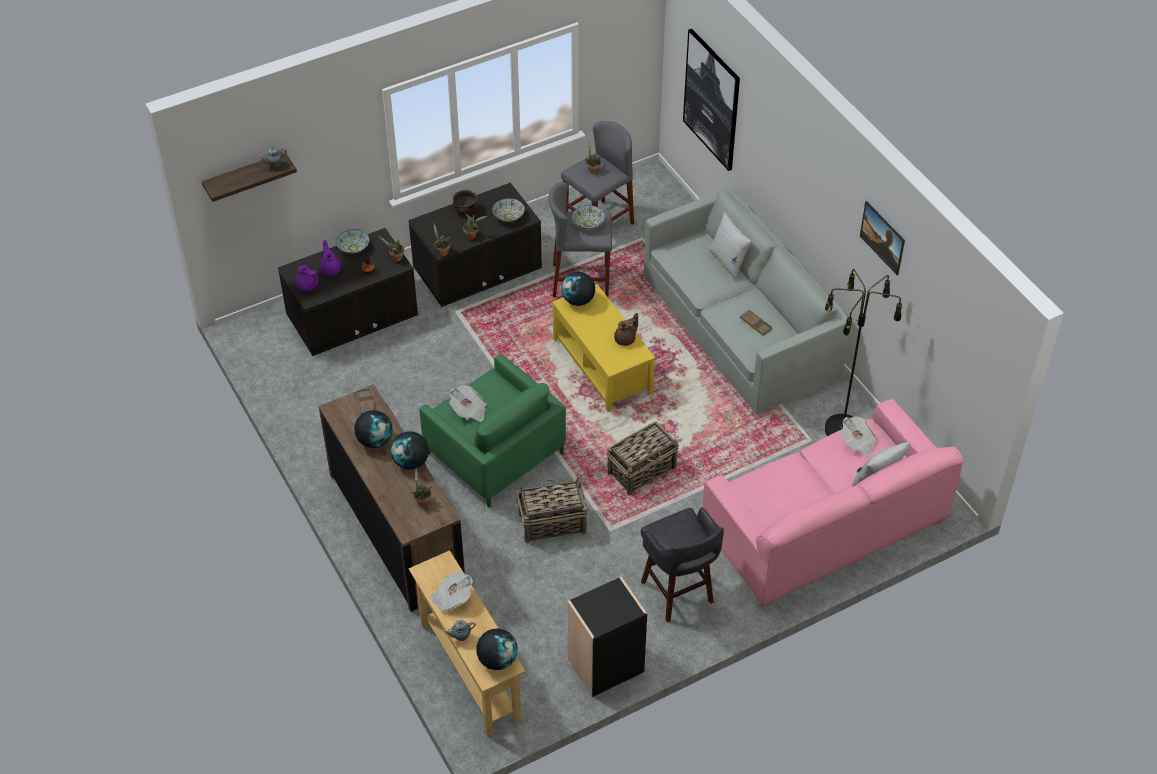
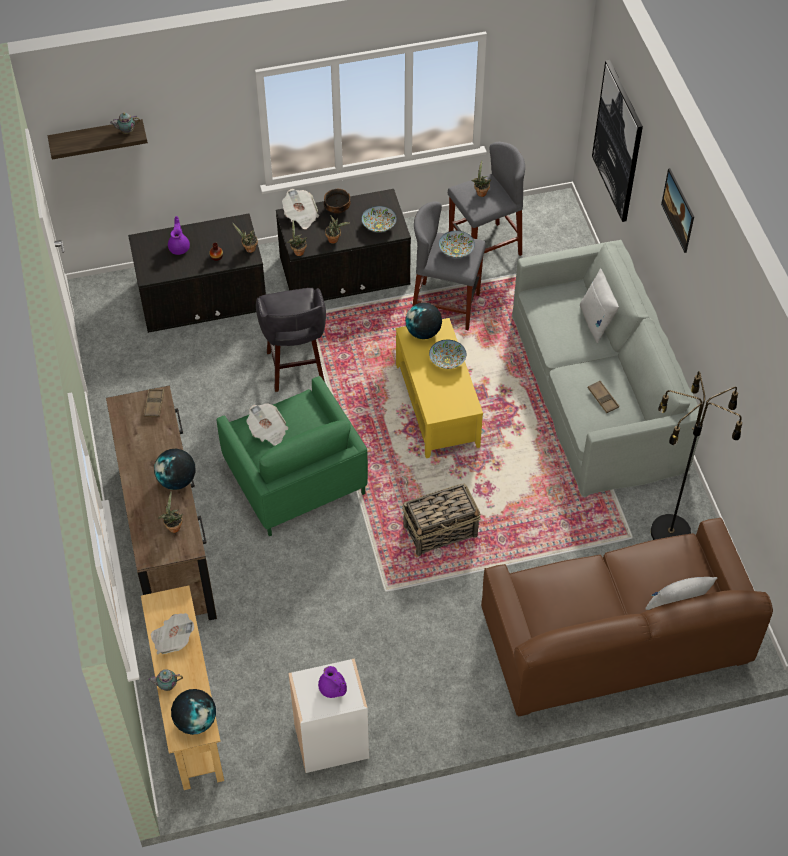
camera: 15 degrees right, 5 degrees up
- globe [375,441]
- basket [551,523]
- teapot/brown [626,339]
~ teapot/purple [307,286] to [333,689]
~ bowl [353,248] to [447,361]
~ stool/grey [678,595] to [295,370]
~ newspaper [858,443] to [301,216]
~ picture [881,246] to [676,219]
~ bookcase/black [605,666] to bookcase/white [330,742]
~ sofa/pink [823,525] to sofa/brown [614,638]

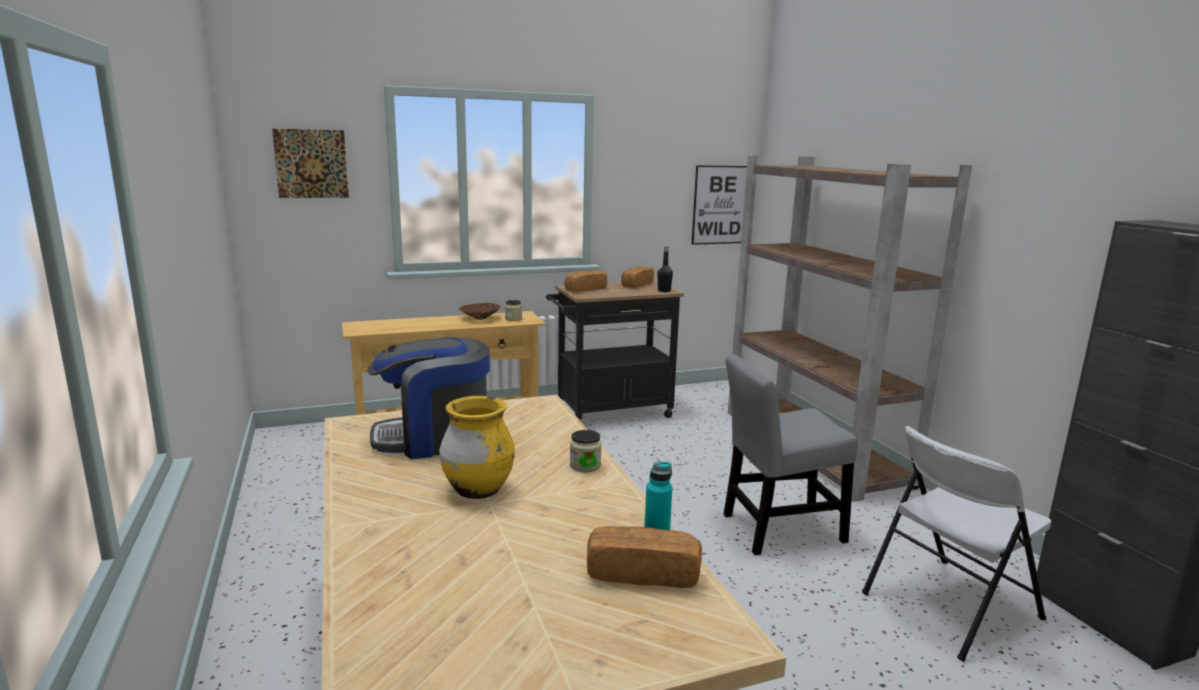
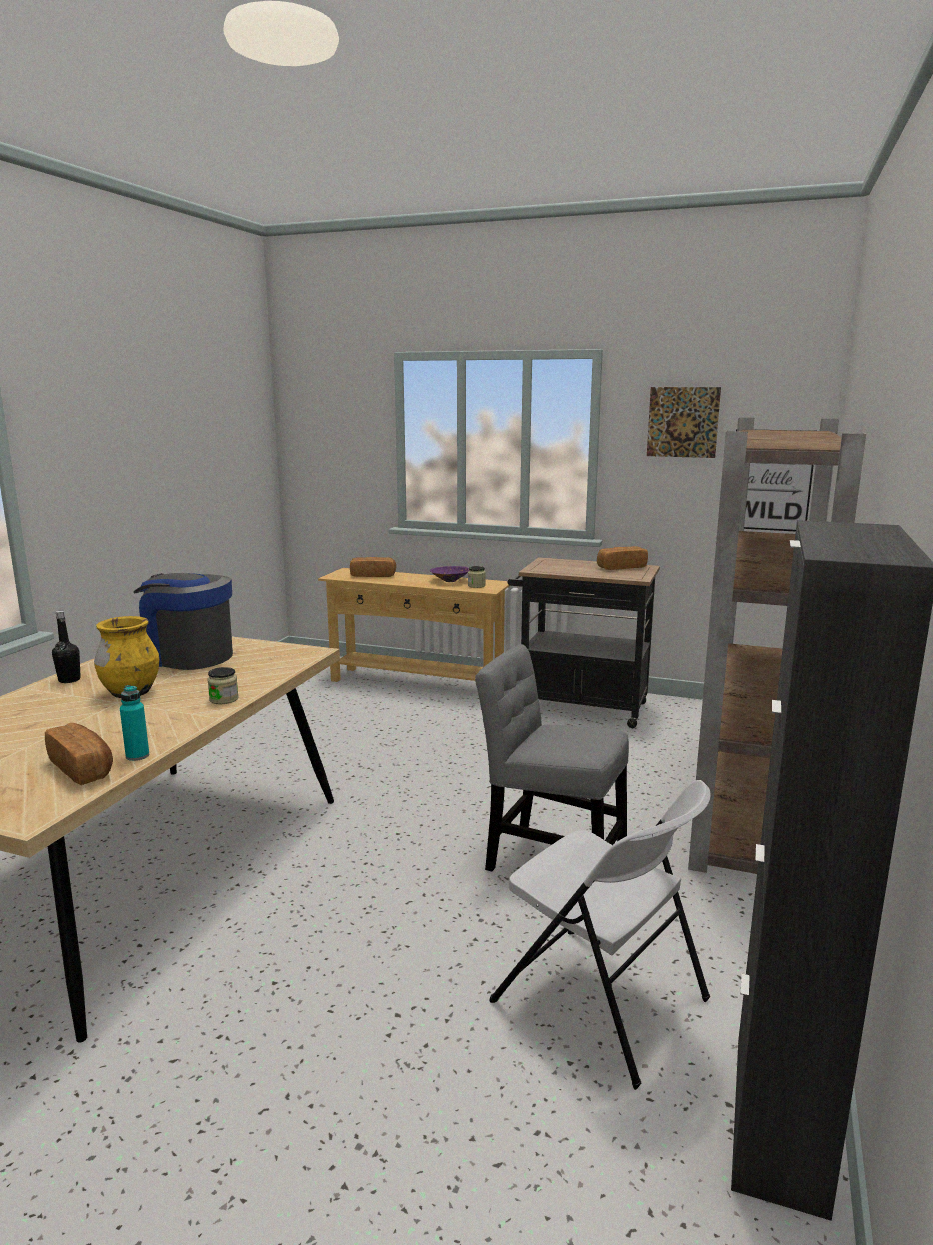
camera: 40 degrees right, 0 degrees up
~ picture [311,164] to [683,422]
~ bread [585,289] to [373,575]
~ bottle/black [664,291] to [69,680]
~ bowl/brown [479,318] to bowl/purple [449,581]
~ chair/white [950,605] = [599,1000] 150 degrees counterclockwise

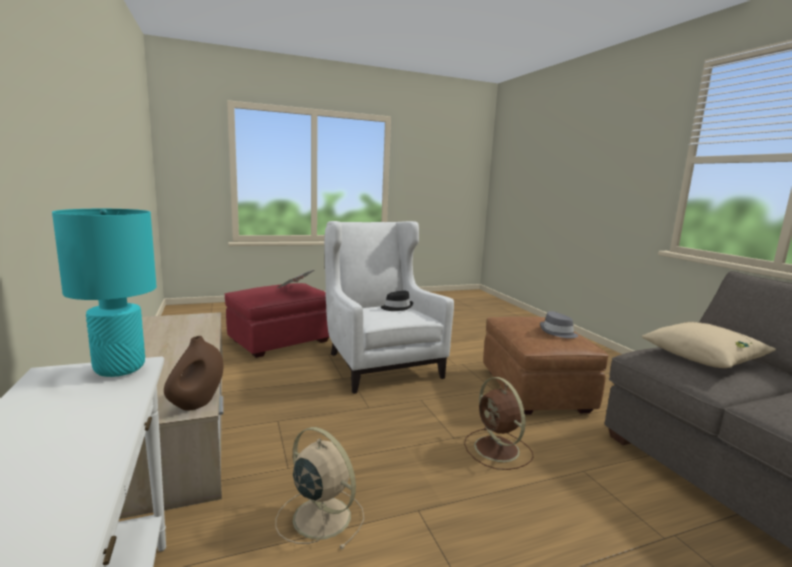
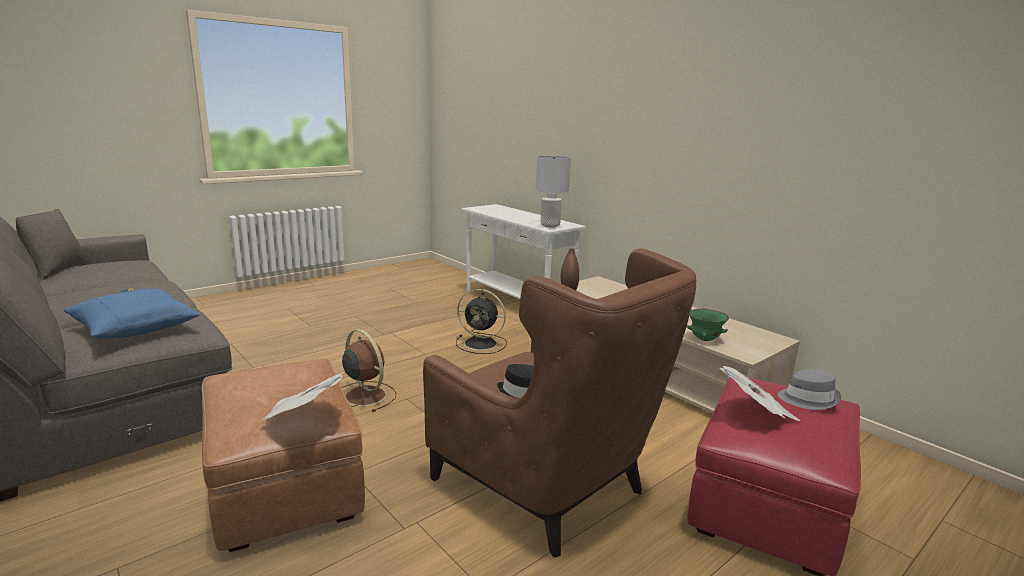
camera: 160 degrees right, 5 degrees up
+ newspaper [304,415]
+ bowl/green [705,339]
~ hat/grey [557,332] to [808,398]
~ table lamp/turquoise [121,371] to table lamp/grey [550,227]
~ fan/beige [320,516] to fan/black [482,344]
~ armchair/white [379,364] to armchair/brown [547,488]
~ pillow/beige [702,358] to pillow/blue [135,329]

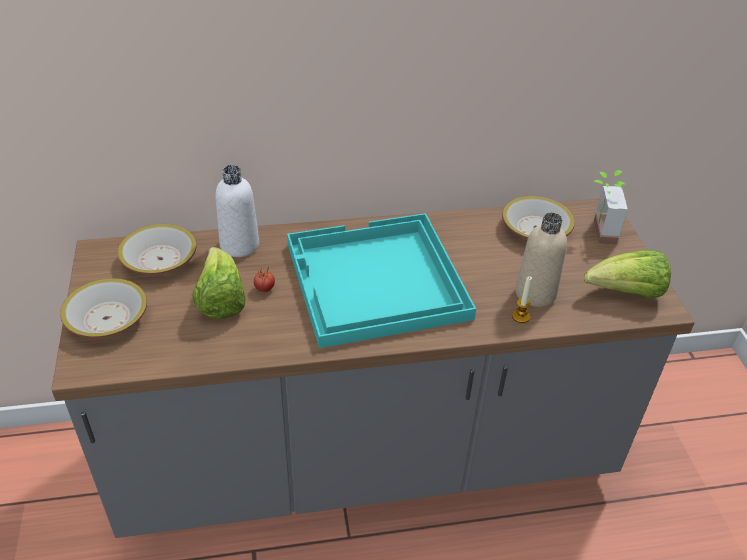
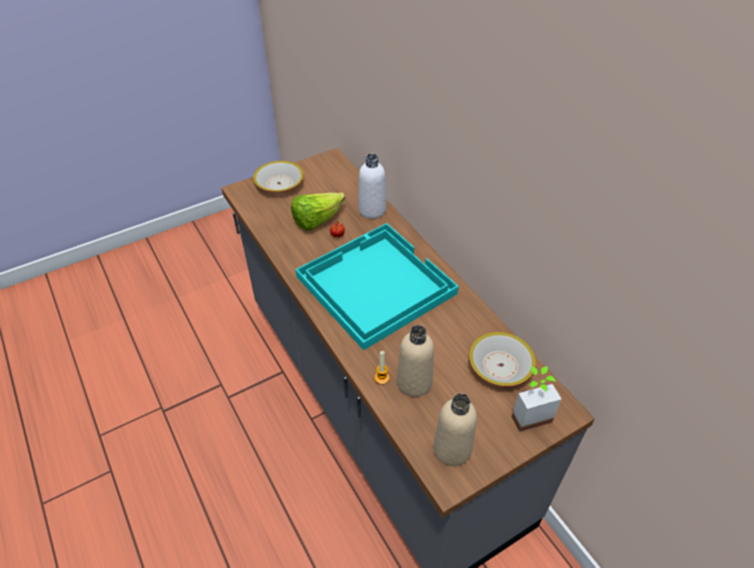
camera: 70 degrees right, 5 degrees up
- bowl [160,259]
~ lettuce [626,293] to bottle/beige [452,449]

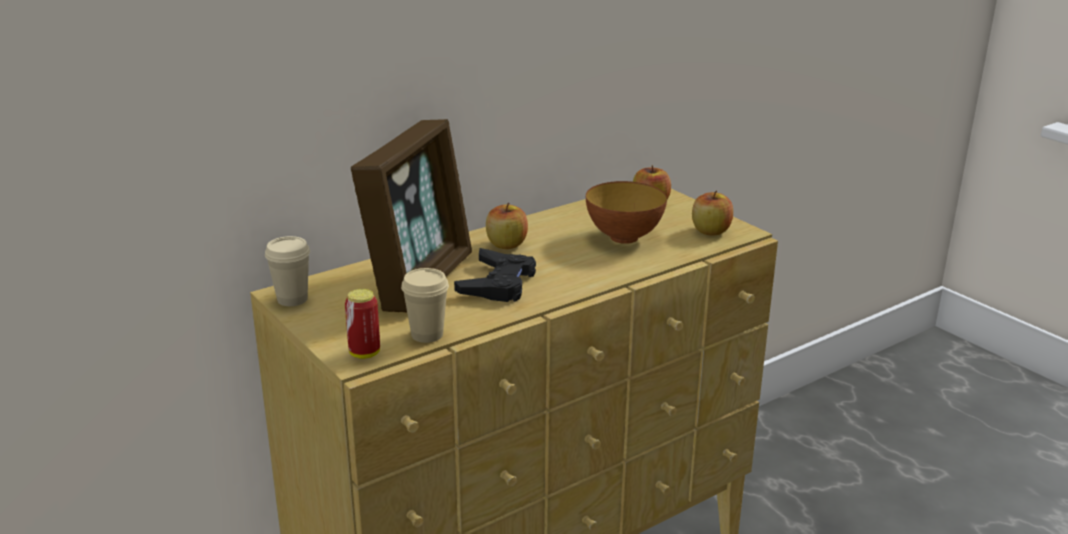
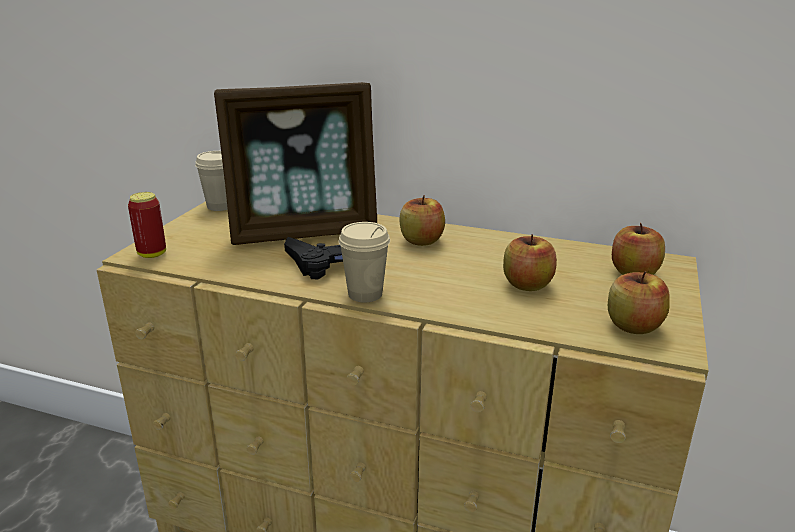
camera: 55 degrees right, 0 degrees up
~ cup/beige [427,335] to [365,294]
~ bowl [624,237] to apple [527,285]

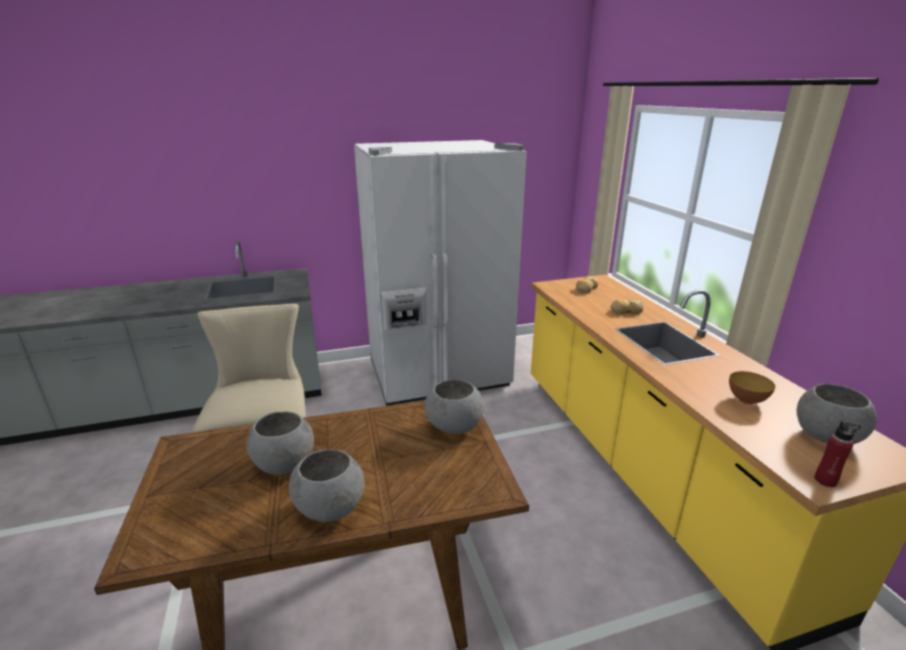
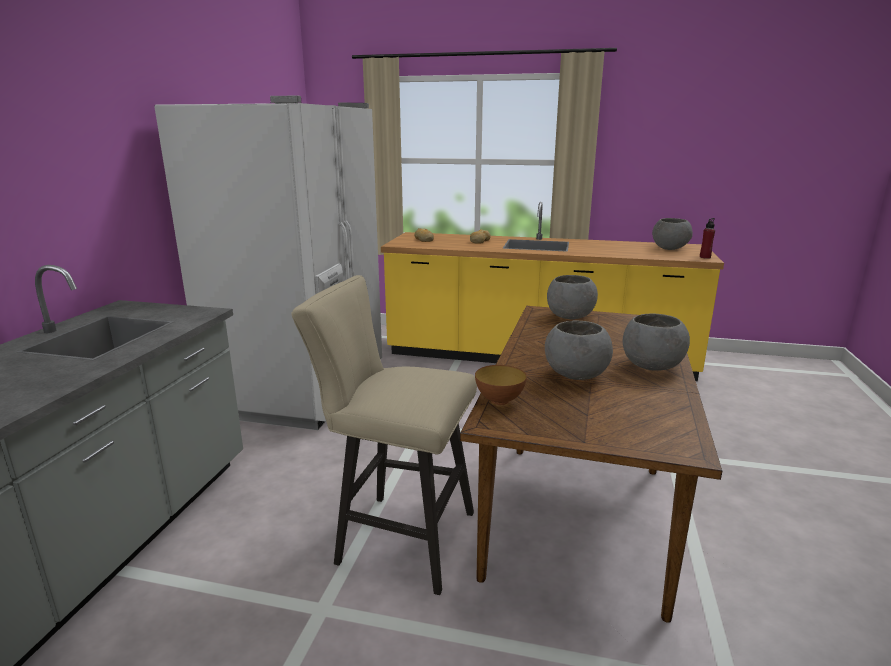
camera: 60 degrees left, 5 degrees down
~ bowl [746,400] to [499,401]

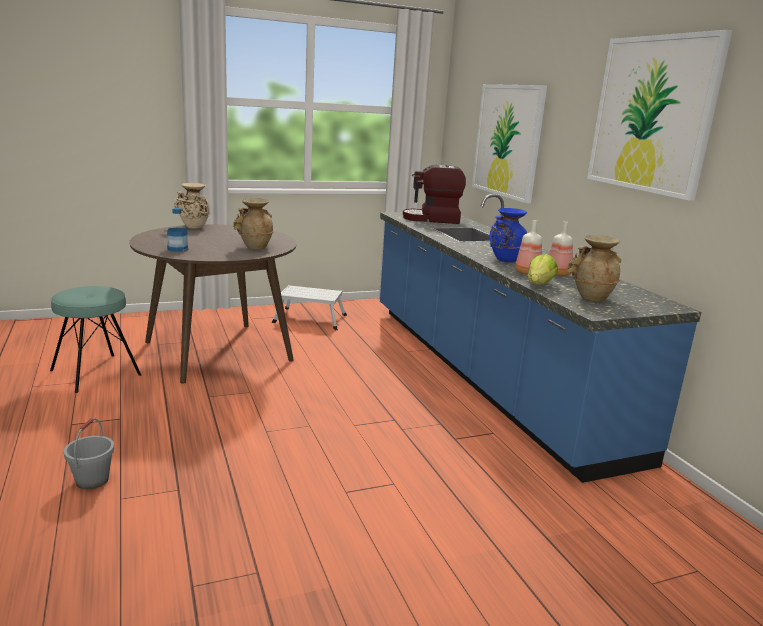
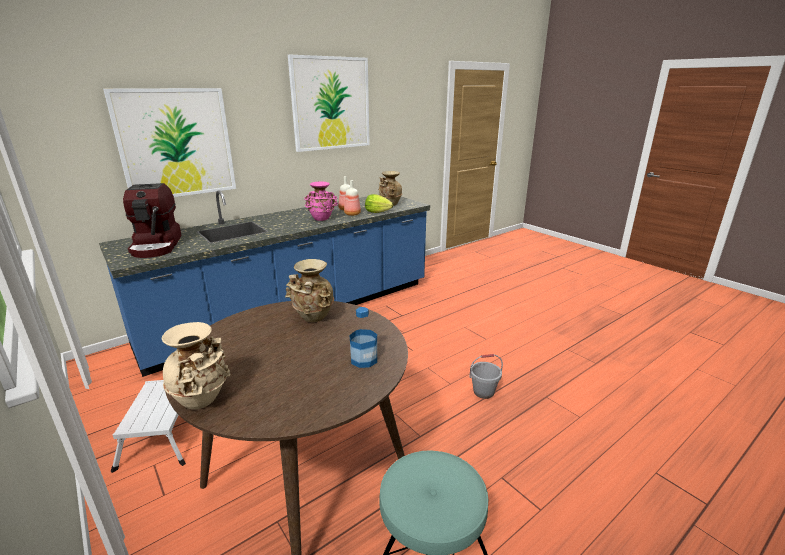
camera: 105 degrees left, 5 degrees up
~ bucket/grey [92,480] to [483,392]
~ vase/blue [504,260] to vase/pink [322,219]

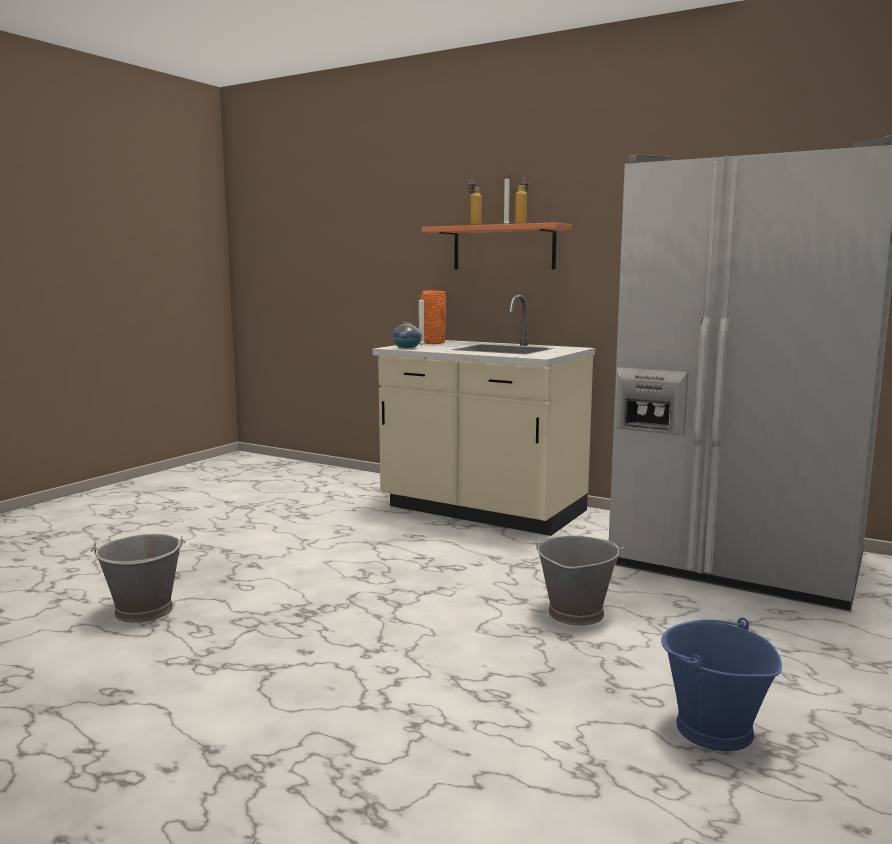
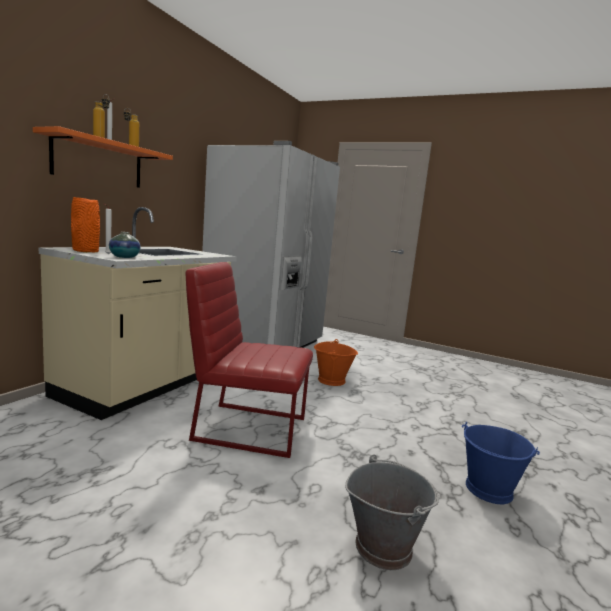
camera: 95 degrees left, 0 degrees up
+ chair/red [247,427]
~ bucket/blue [713,729] to [489,490]
~ bucket/grey [575,613] to bucket/orange [331,380]

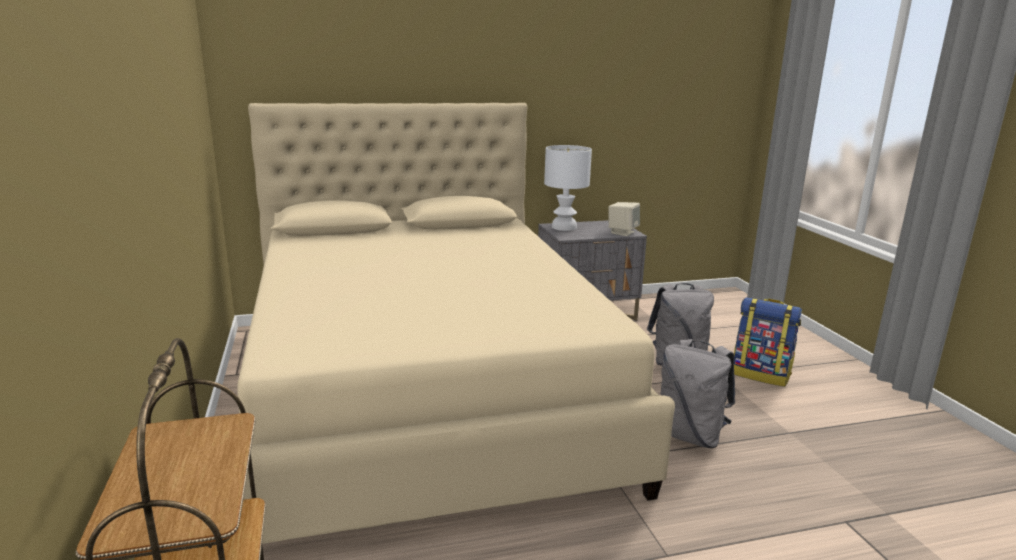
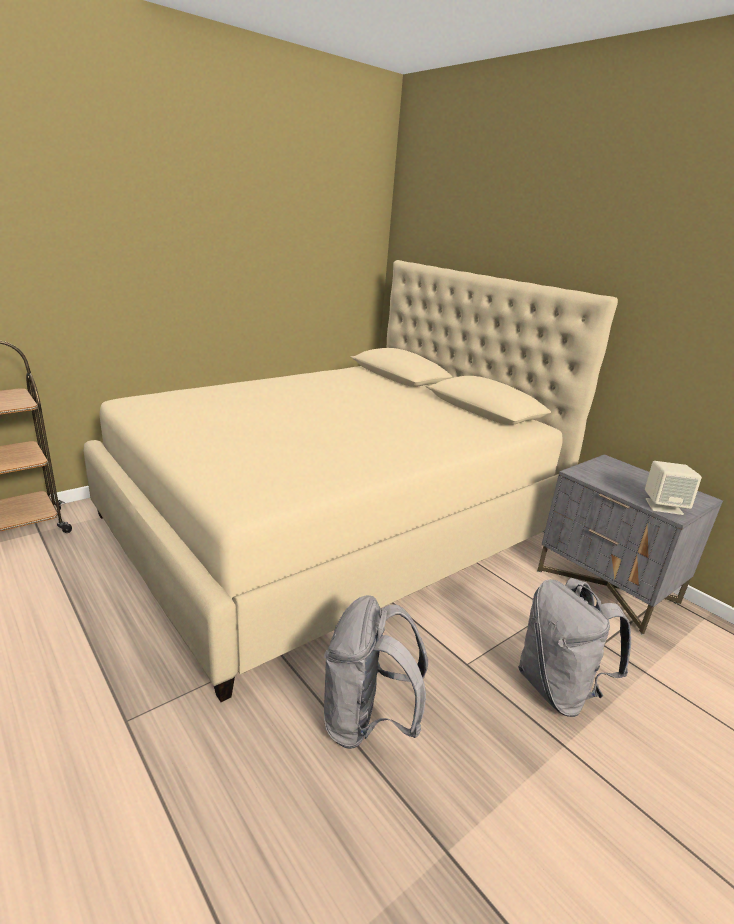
camera: 65 degrees right, 5 degrees up
- table lamp/white [564,227]
- backpack [761,374]

